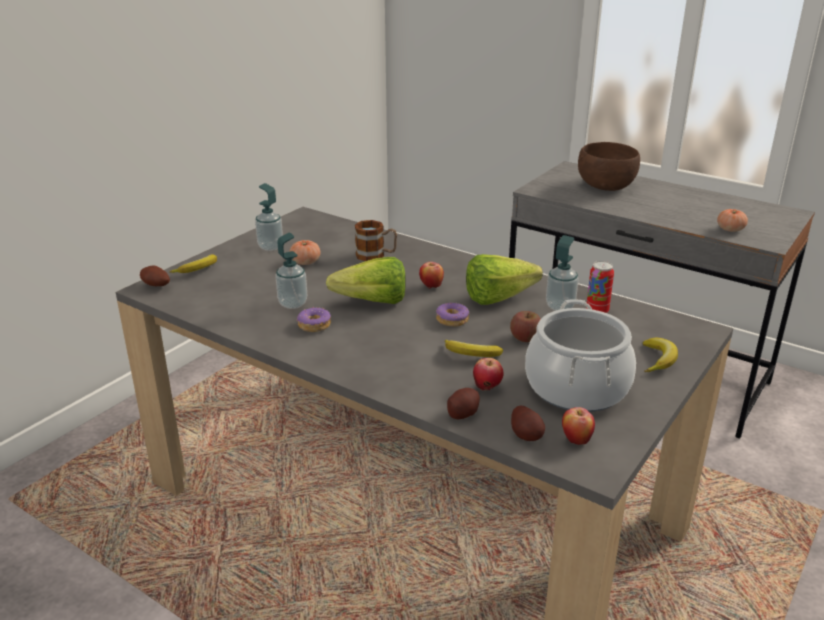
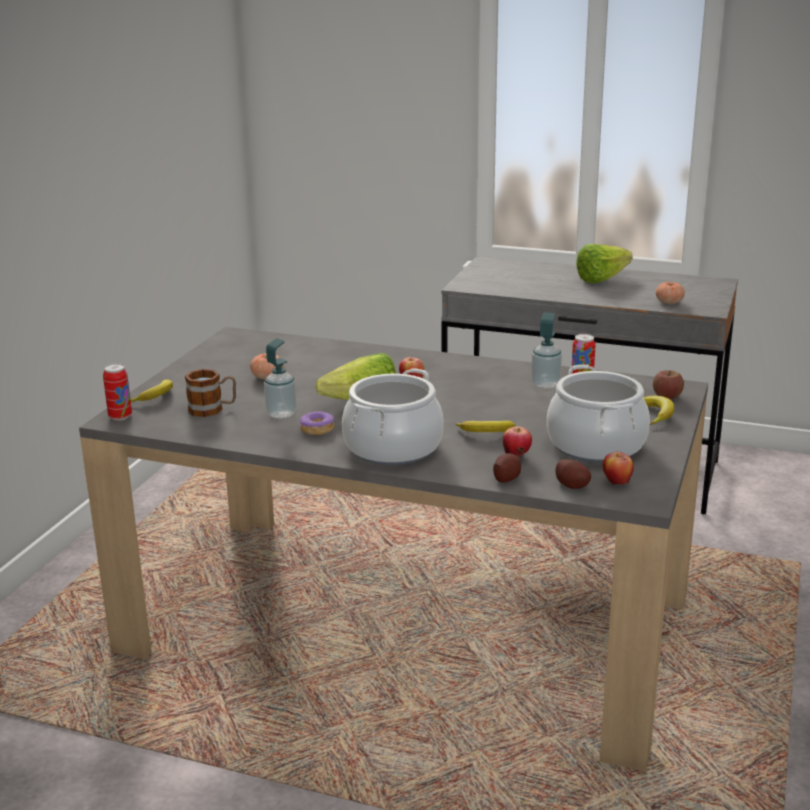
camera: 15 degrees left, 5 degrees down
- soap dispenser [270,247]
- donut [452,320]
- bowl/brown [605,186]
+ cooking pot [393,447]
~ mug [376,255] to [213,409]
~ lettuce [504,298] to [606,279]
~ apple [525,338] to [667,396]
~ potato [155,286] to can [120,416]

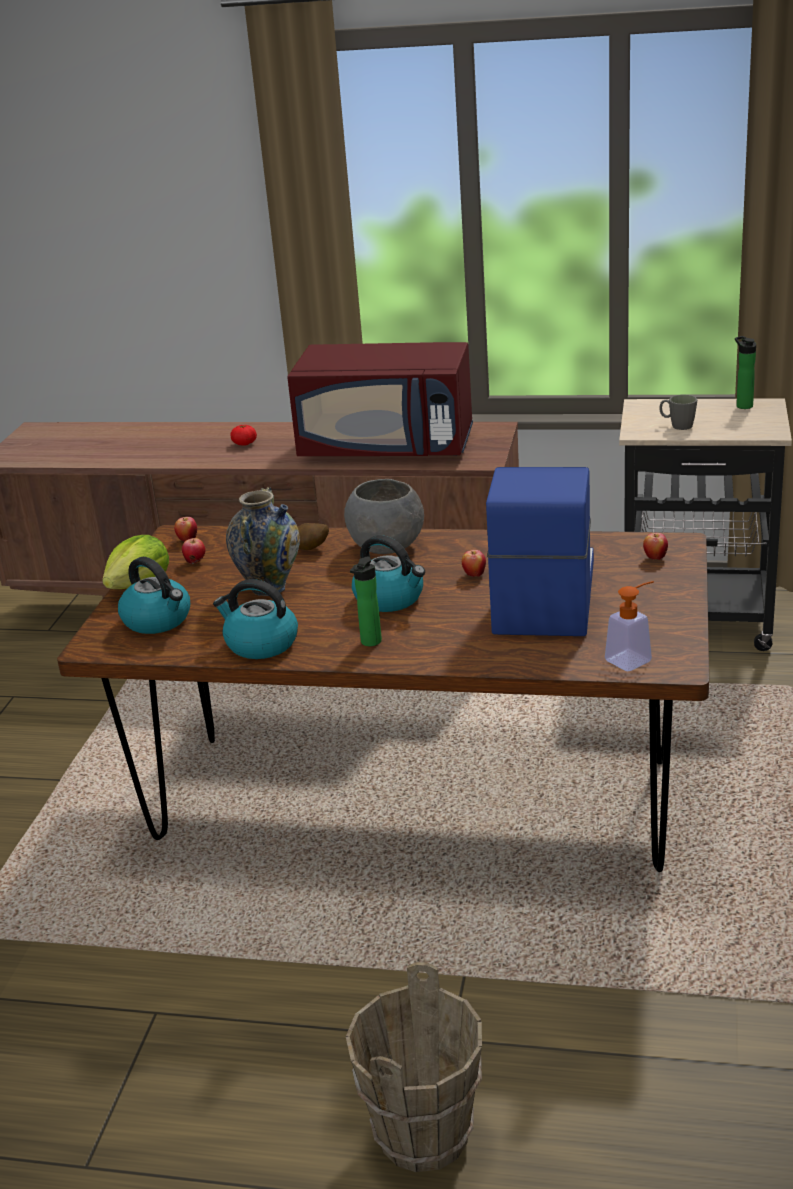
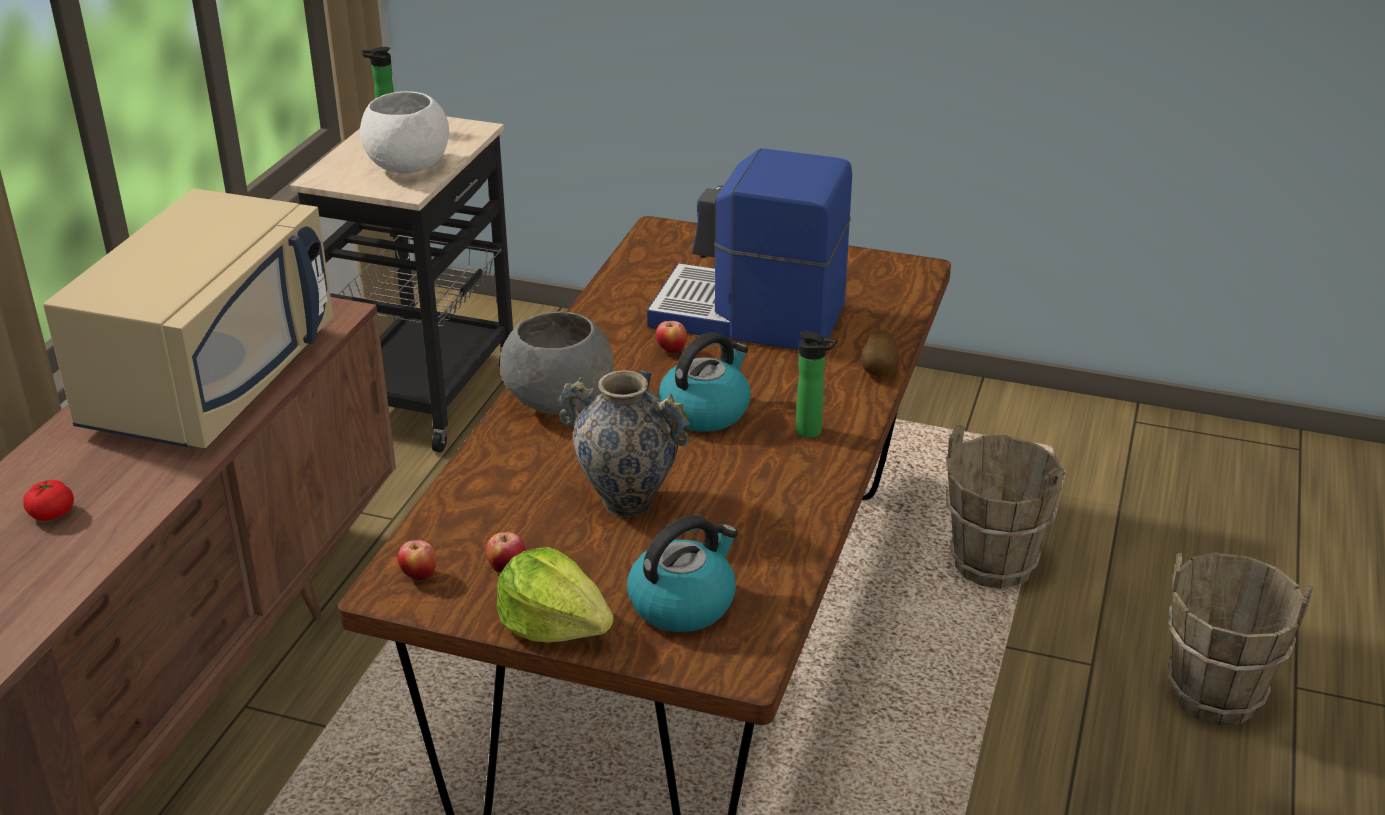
camera: 85 degrees left, 5 degrees up
- kettle [260,644]
- soap dispenser [633,658]
- apple [655,558]
+ bucket/brown [993,564]
~ potato [311,549] to [879,371]
~ mug/grey [677,425] to bowl/white [408,168]
~ microwave/red [388,447] to microwave/beige [212,380]

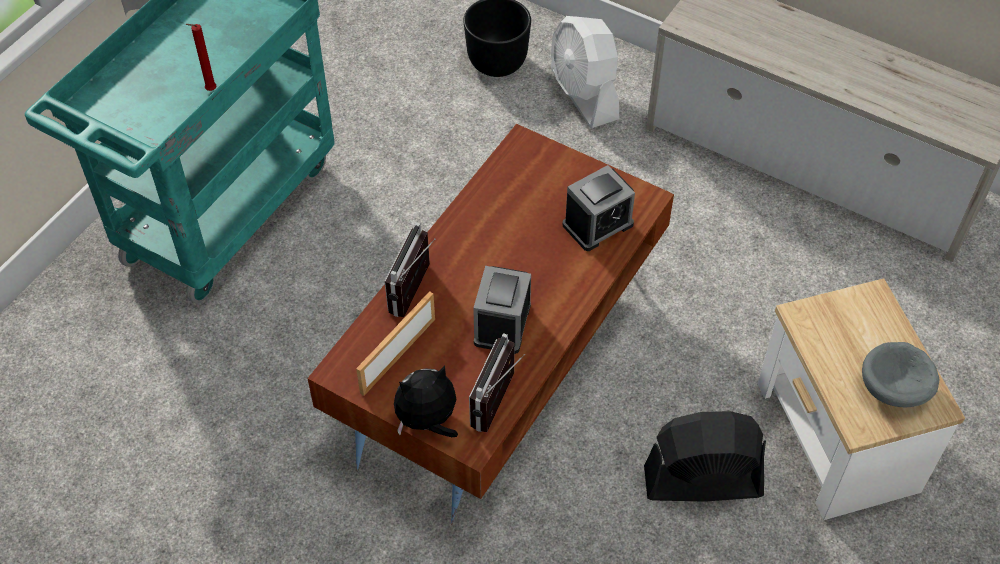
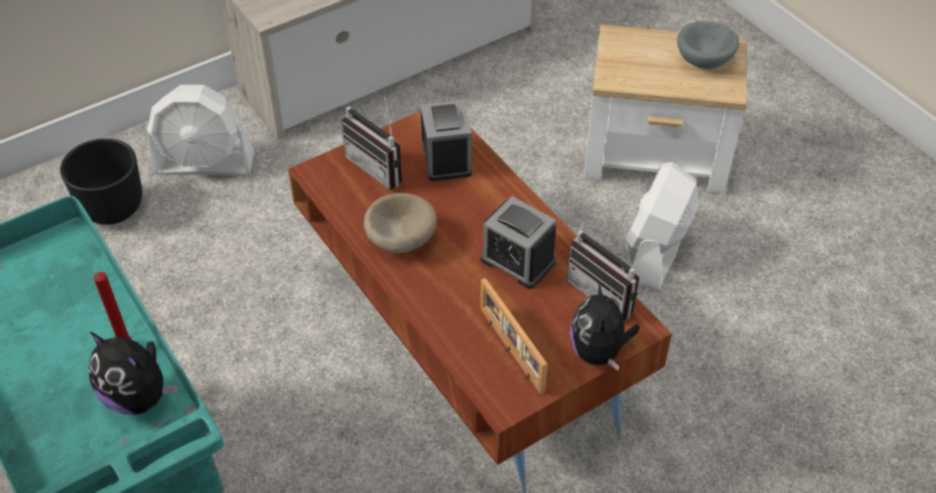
camera: 65 degrees left, 5 degrees down
+ plush toy [139,397]
+ bowl/beige [399,239]
~ radio [417,292] to [380,166]
~ fan/black [702,481] to fan/white [656,250]

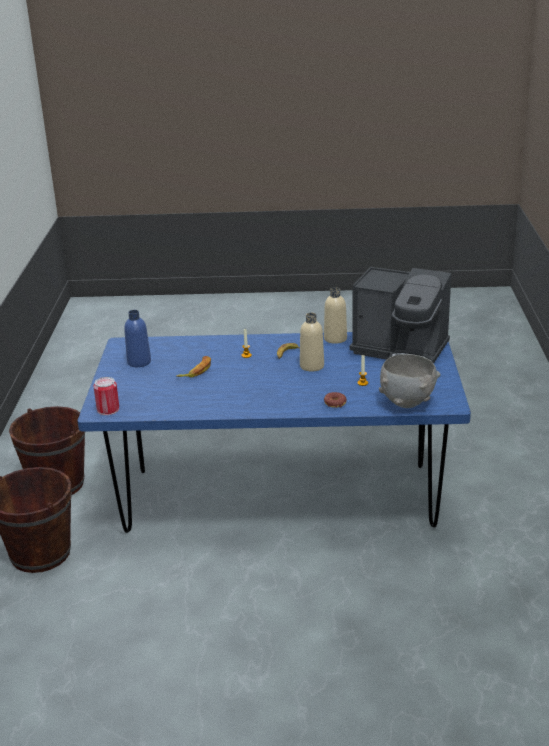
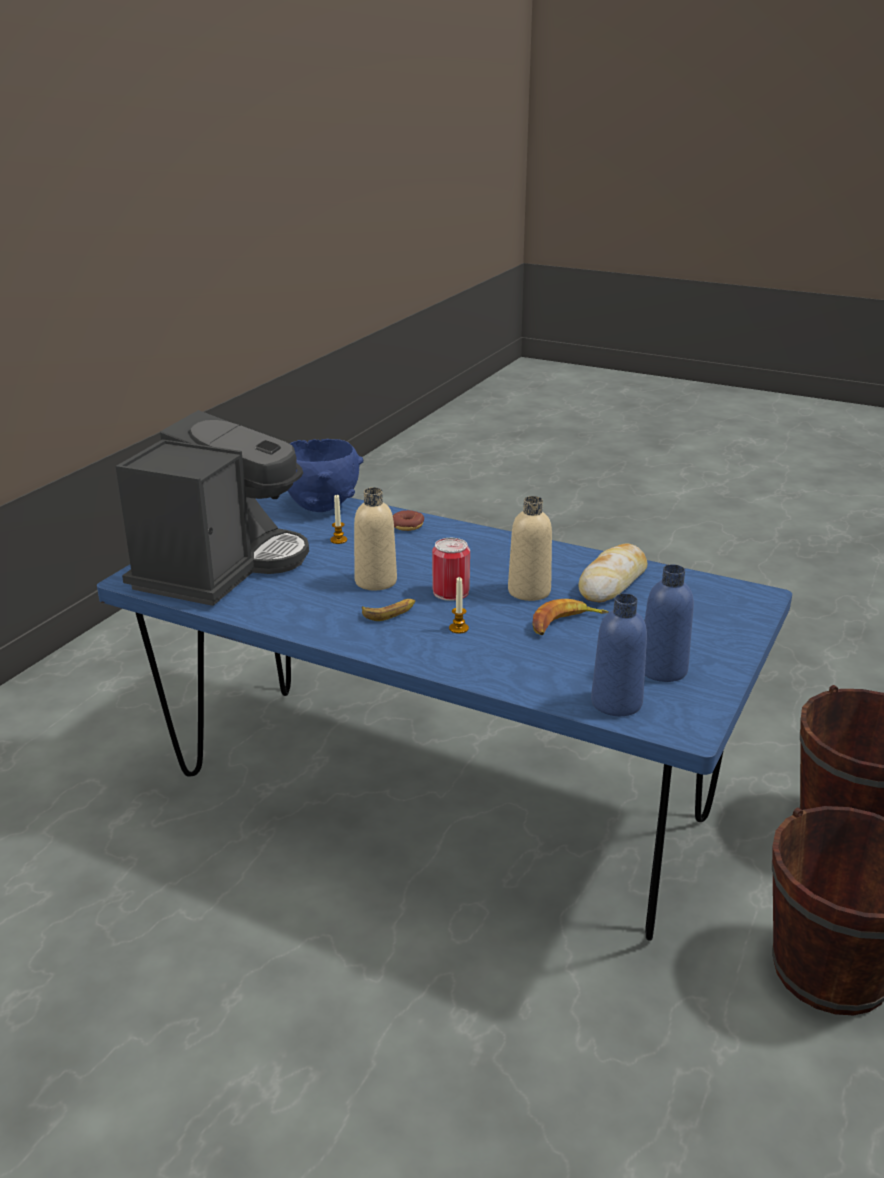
camera: 155 degrees left, 0 degrees up
+ bread [613,582]
+ bottle/blue [616,703]
~ can [108,409] to [451,592]
~ bottle/beige [335,339] to [529,591]
~ bowl/grey [407,403] to bowl/blue [321,505]
~ coffee machine [401,352] = [219,567] 60 degrees clockwise

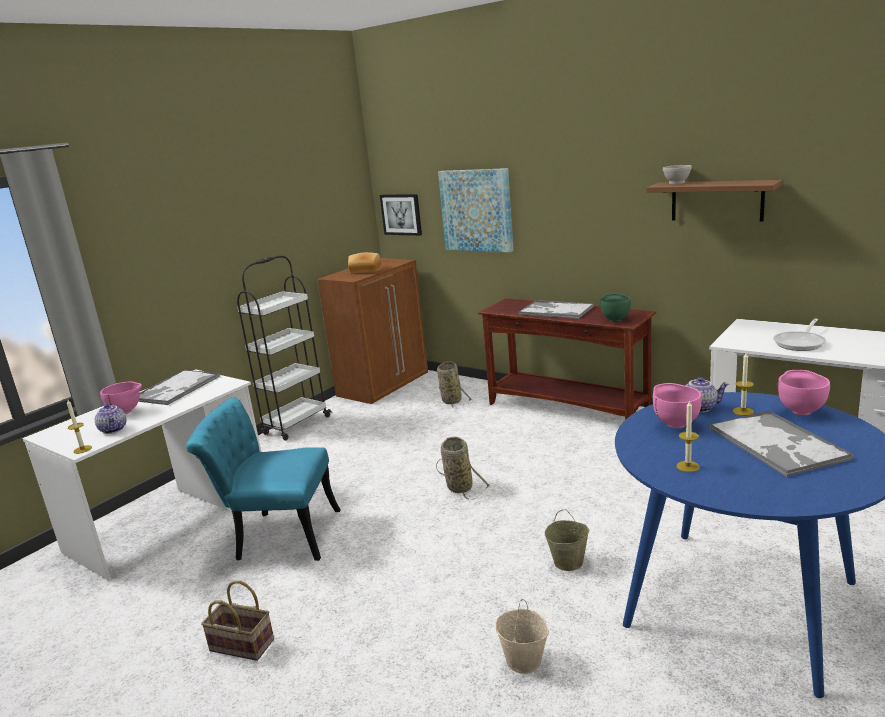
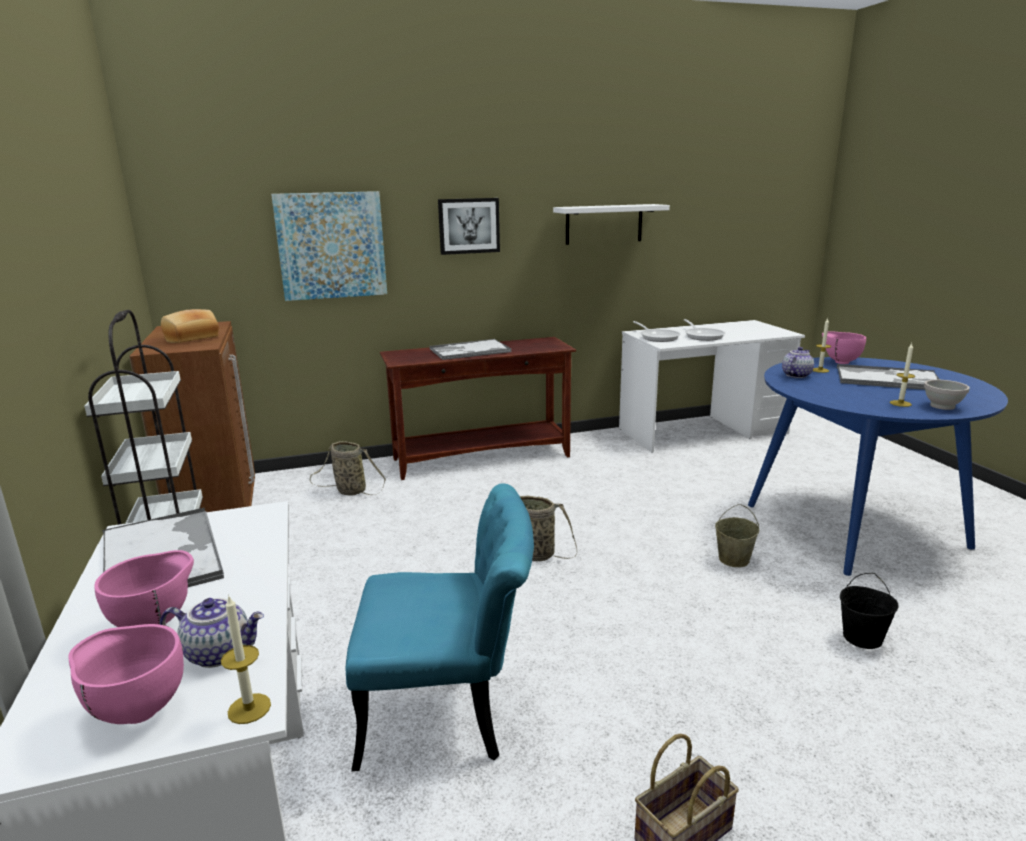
camera: 55 degrees left, 0 degrees up
- bowl/green [615,320]
+ frying pan [657,337]
~ picture [401,214] to [469,226]
~ bowl/pink [675,424] to [136,710]
~ bowl/white [676,183] to [942,406]
~ bucket/beige [524,661] to bucket/black [863,637]
~ shelf/brown [716,201] to shelf/white [604,224]
~ chair/turquoise [277,536] = [450,711] 135 degrees counterclockwise

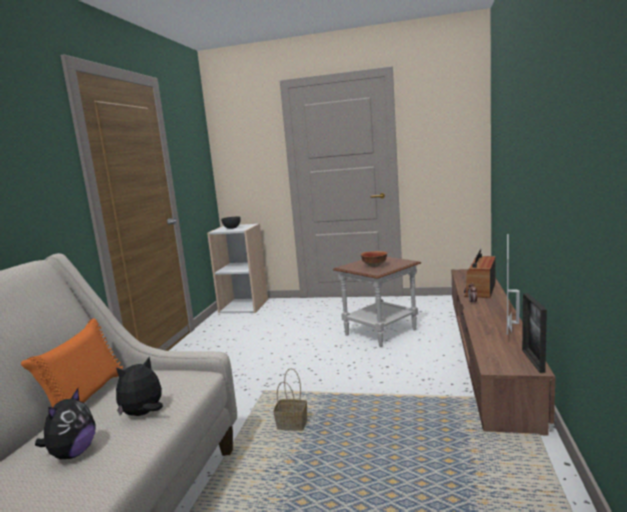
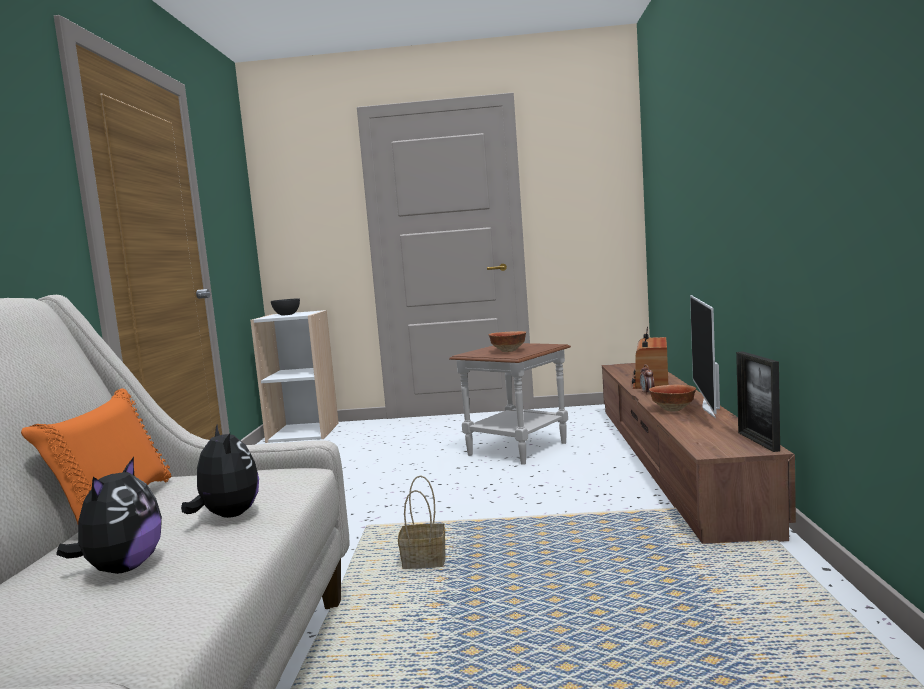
camera: 10 degrees left, 5 degrees down
+ bowl [672,409]
~ plush toy [143,414] = [227,516] 105 degrees clockwise

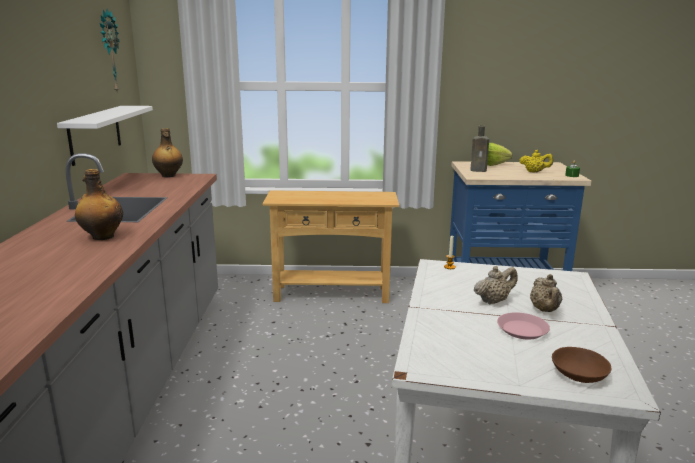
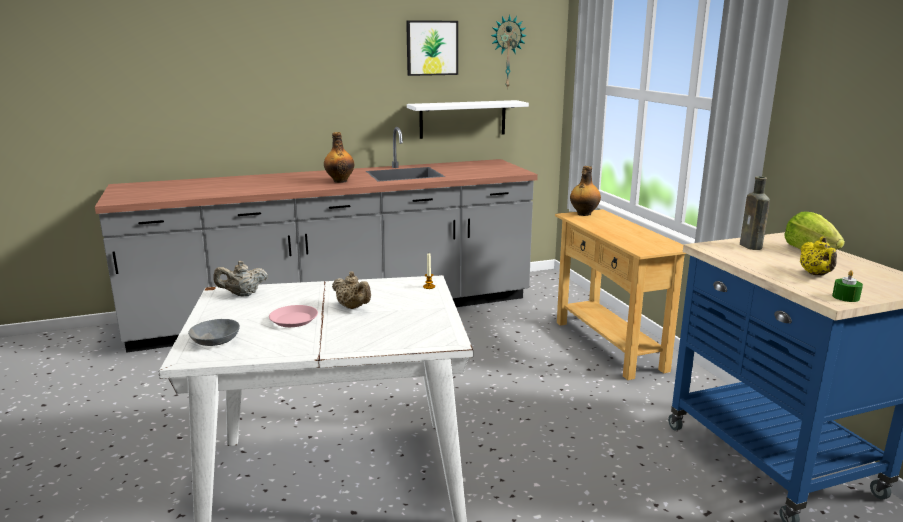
camera: 70 degrees right, 0 degrees up
+ picture [431,48]
~ bottle [168,176] to [583,214]
~ teapot/beige [545,310] to [242,295]
~ bowl/brown [578,374] to bowl/grey [215,340]

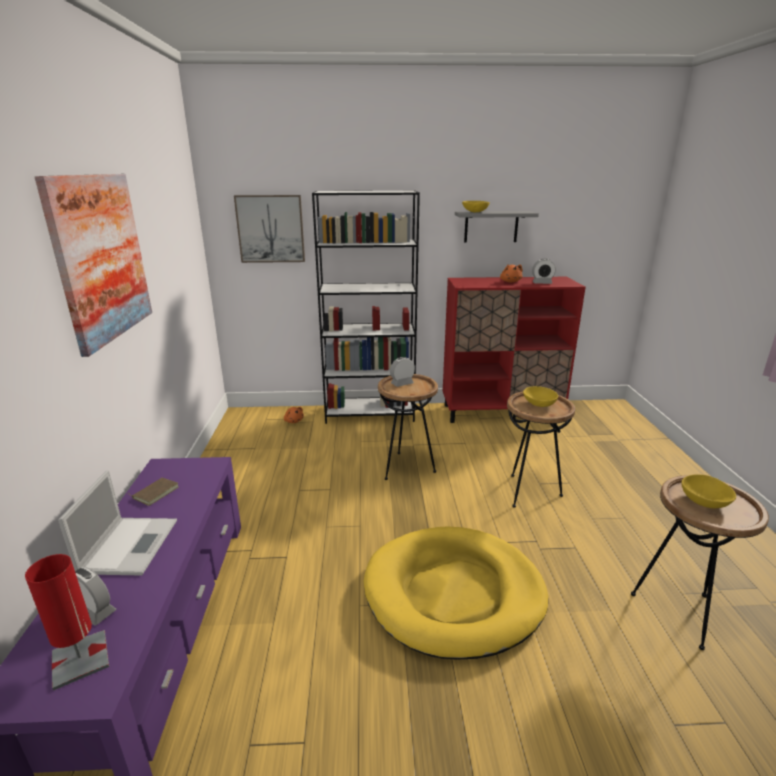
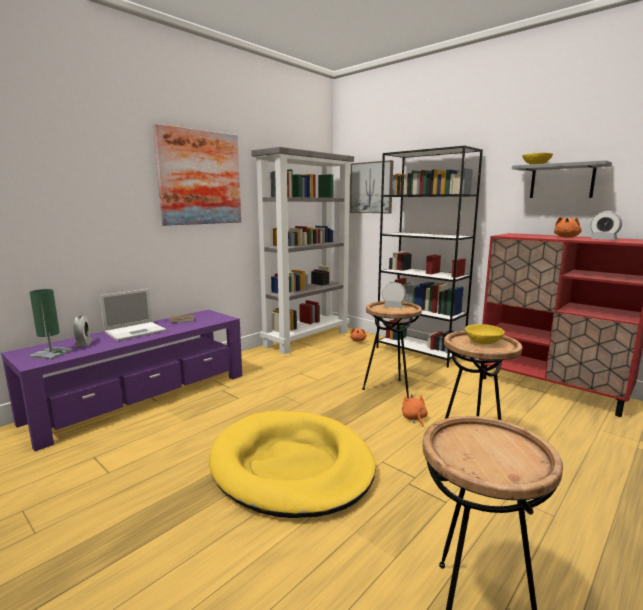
camera: 45 degrees right, 10 degrees down
- bowl/yellow [703,501]
+ bookcase/grey [307,338]
+ plush toy/orange [414,418]
~ table lamp/red [80,659] to table lamp/green [51,353]

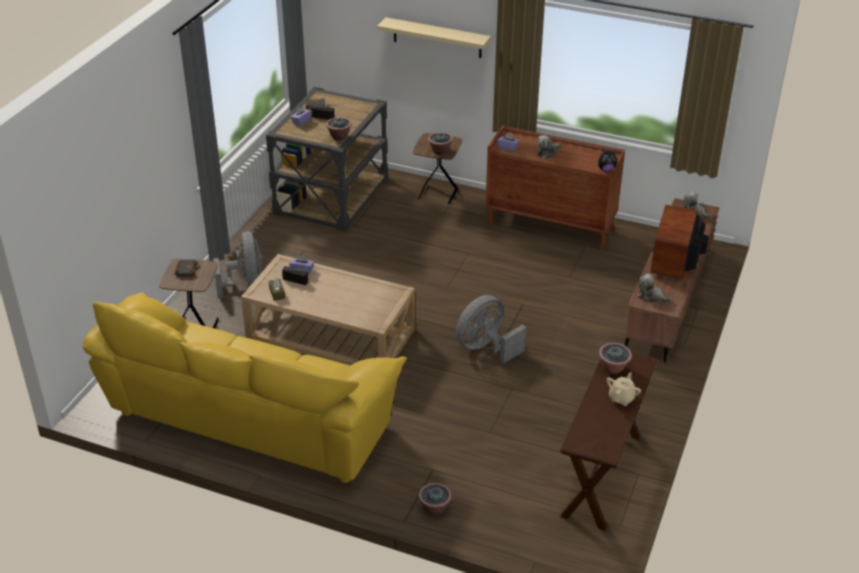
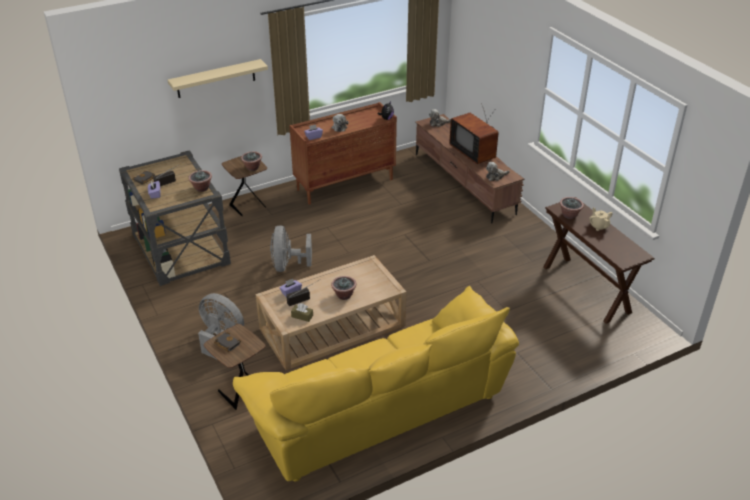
camera: 50 degrees left, 0 degrees up
~ potted plant [434,508] to [344,295]
~ fan/grey [486,347] to [288,265]

